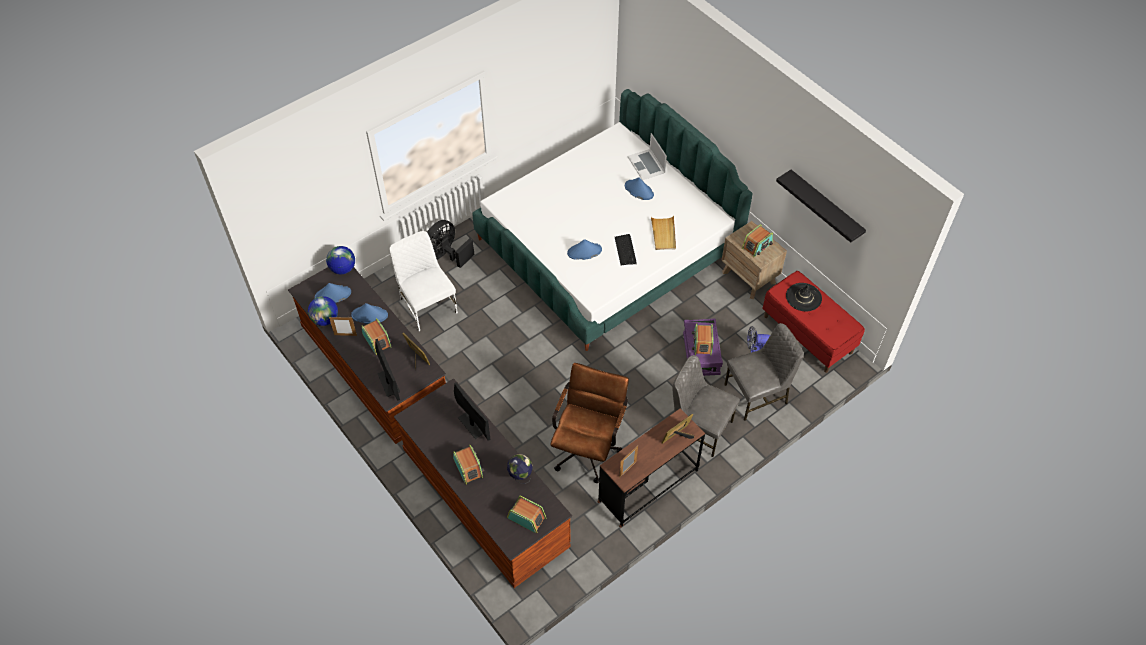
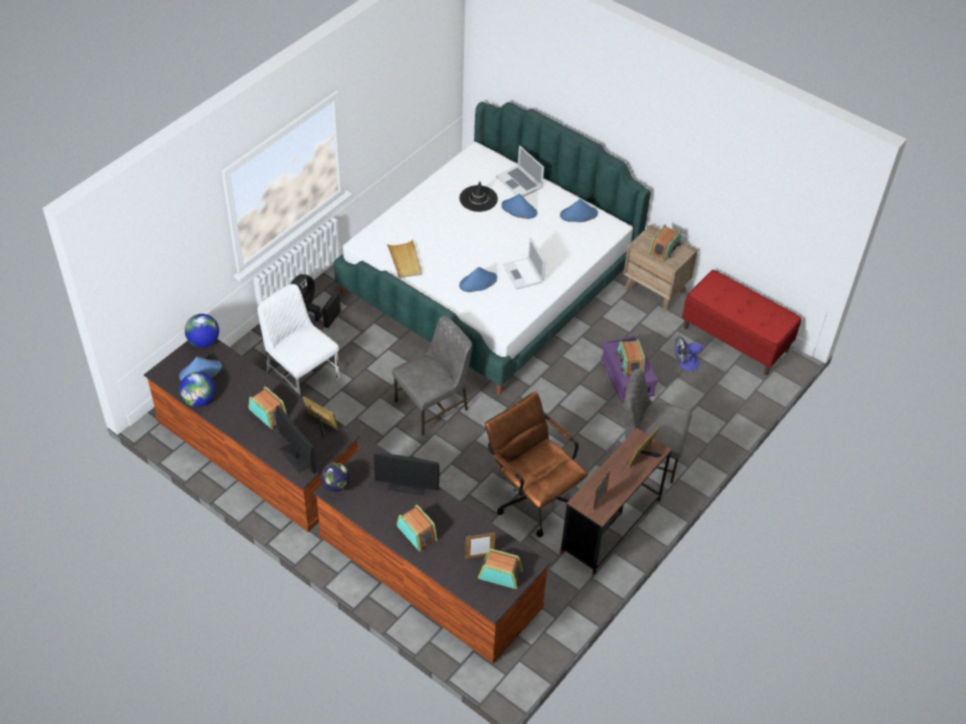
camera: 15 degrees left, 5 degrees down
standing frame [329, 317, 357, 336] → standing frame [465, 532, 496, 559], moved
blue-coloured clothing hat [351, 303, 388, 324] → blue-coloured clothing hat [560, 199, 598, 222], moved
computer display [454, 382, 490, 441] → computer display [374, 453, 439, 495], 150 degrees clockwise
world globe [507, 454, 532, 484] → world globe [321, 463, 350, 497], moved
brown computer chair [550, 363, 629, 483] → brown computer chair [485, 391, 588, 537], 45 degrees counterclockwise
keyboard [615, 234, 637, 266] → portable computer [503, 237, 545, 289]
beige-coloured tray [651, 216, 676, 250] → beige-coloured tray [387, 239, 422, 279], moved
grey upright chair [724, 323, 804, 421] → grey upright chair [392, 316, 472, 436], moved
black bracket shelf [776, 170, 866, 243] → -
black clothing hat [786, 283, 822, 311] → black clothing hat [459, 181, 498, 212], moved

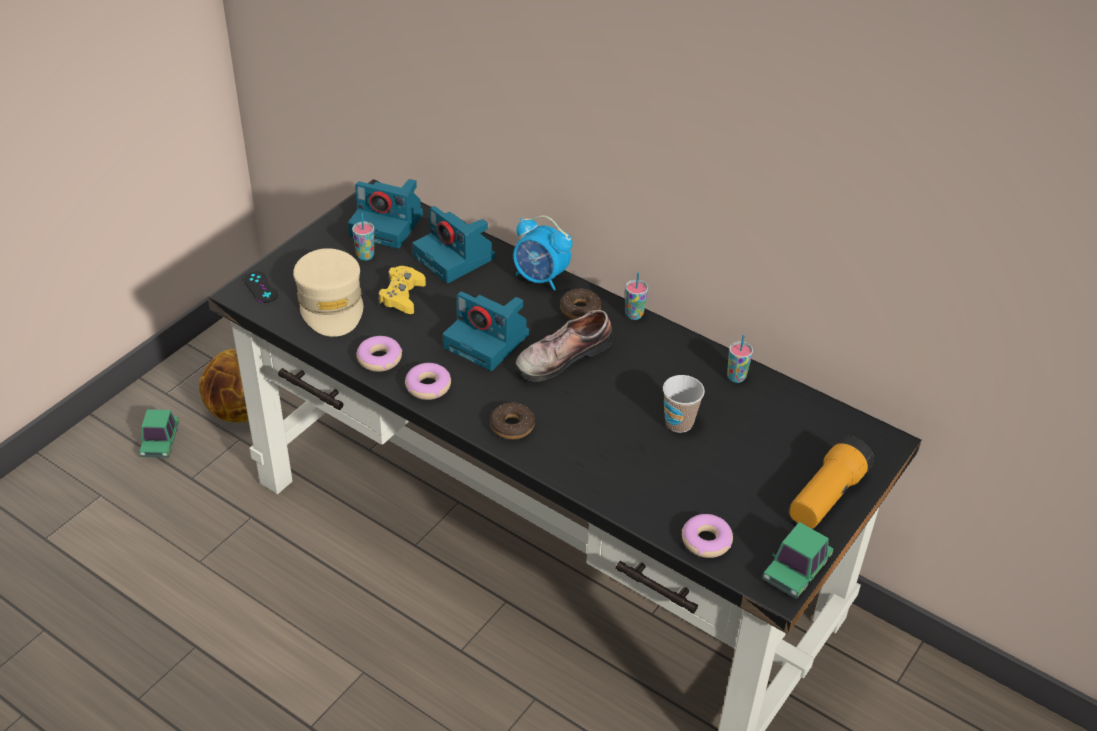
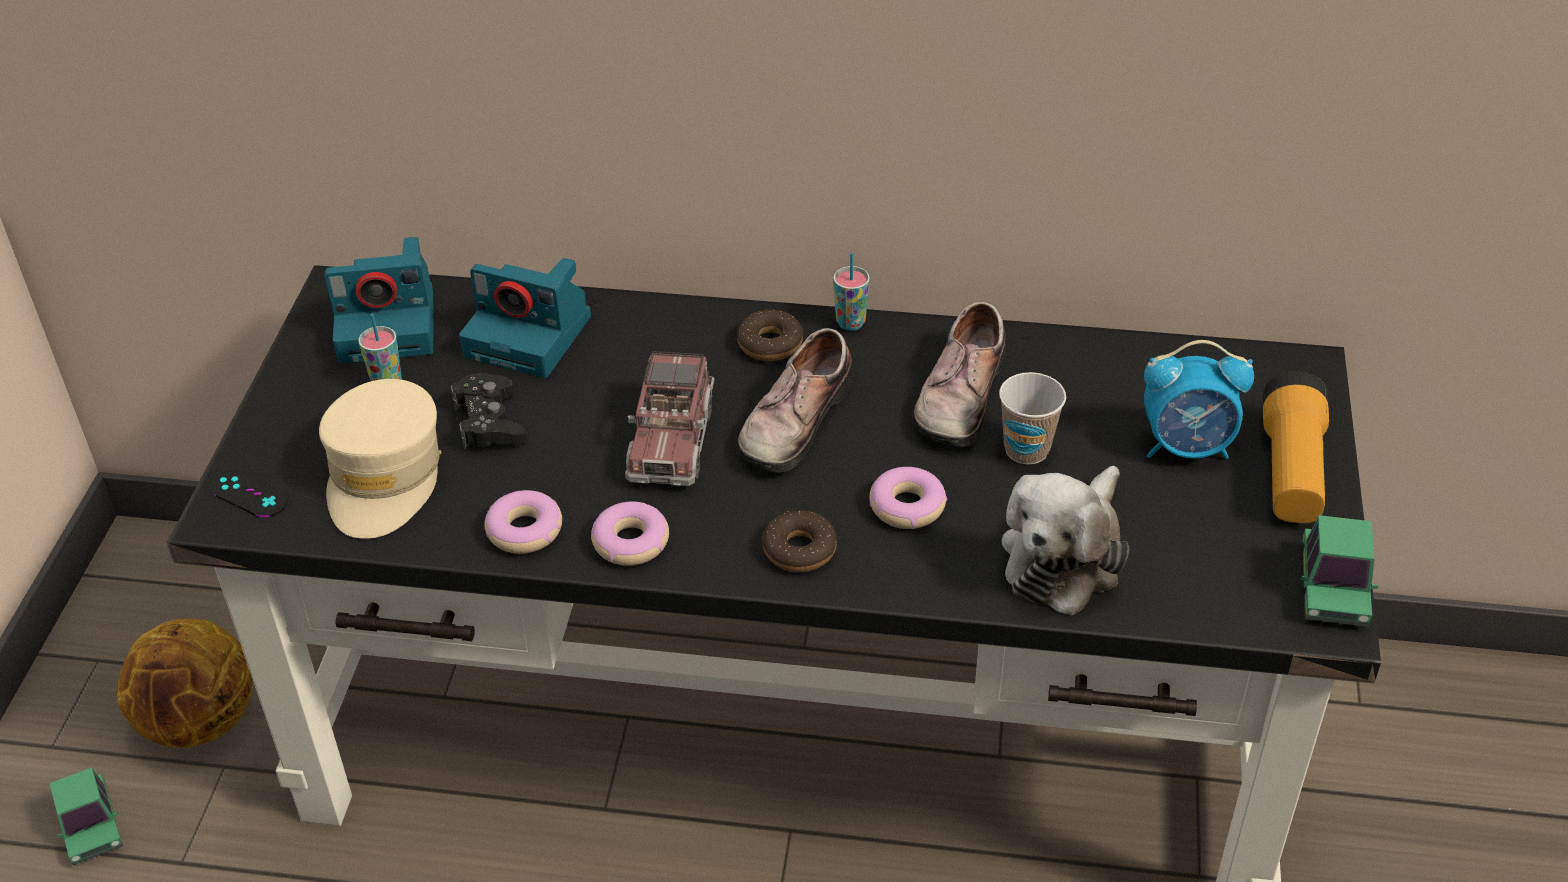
camera: 25 degrees left, 0 degrees up
beige-coloured cap [293, 248, 363, 337] → beige-coloured cap [319, 379, 442, 539], 45 degrees clockwise
yellow-coloured game controller [378, 266, 426, 314] → black game controller [451, 373, 527, 450]
photo camera [443, 292, 529, 371] → toy truck [625, 351, 715, 486]
alarm clock [513, 215, 572, 290] → alarm clock [1144, 340, 1254, 459], moved
ring doughnut [682, 514, 733, 558] → ring doughnut [869, 467, 947, 529], moved
small cup [727, 334, 753, 383] → -
- → item of footwear [913, 302, 1006, 447]
- → cuddly toy [1002, 466, 1130, 616]

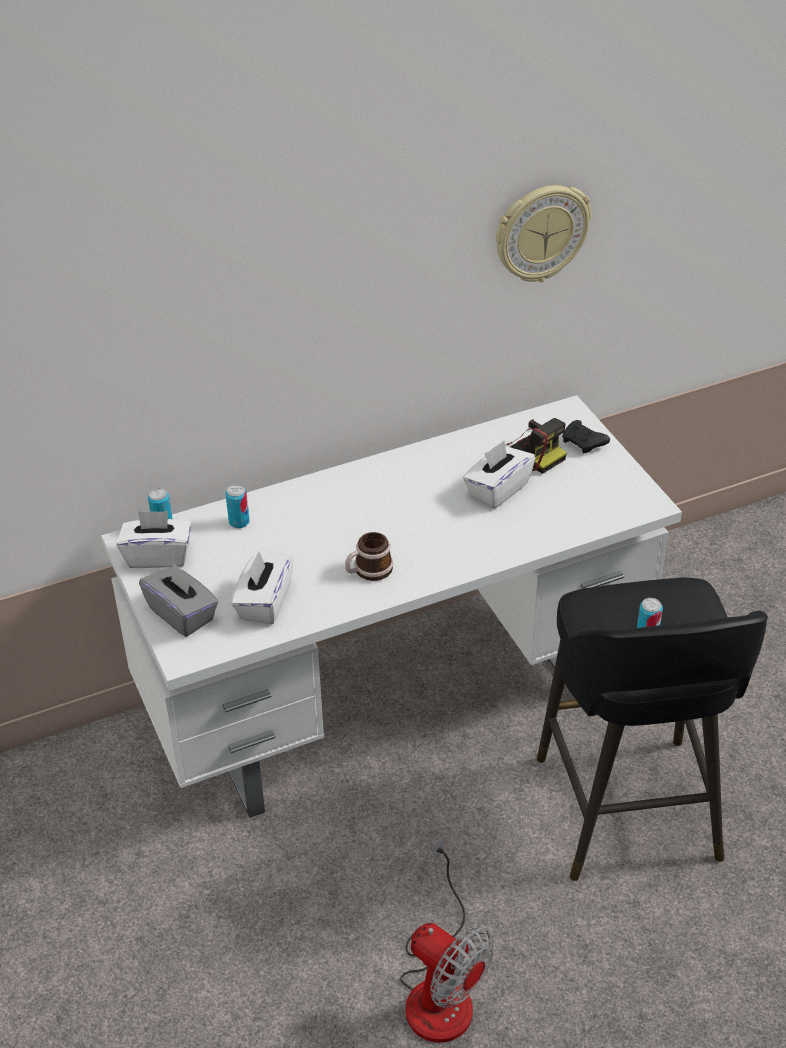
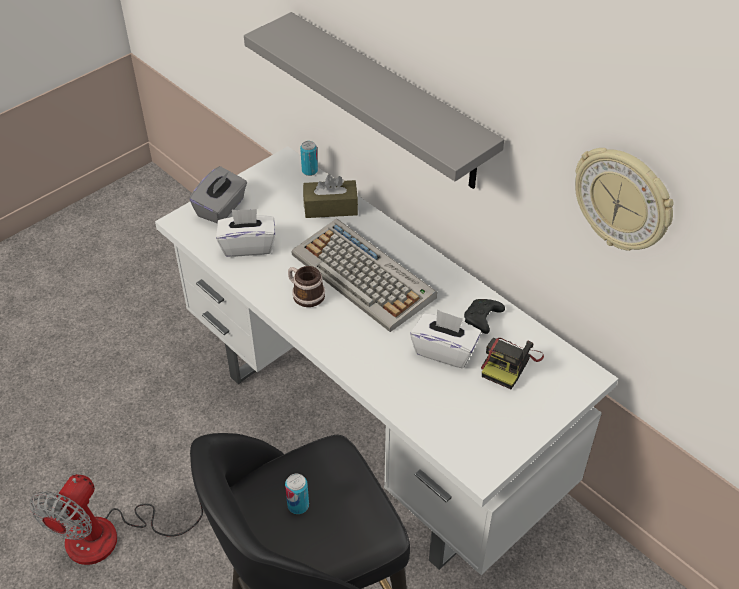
camera: 70 degrees right, 5 degrees up
whitish box of tissues [117, 511, 191, 568] → -
sealed can [225, 484, 250, 528] → brown box of tissues [303, 174, 358, 218]
black game controller [562, 420, 610, 453] → black game controller [464, 299, 505, 334], moved
- → grey bracket shelf [244, 12, 504, 189]
- → keyboard [291, 219, 437, 332]

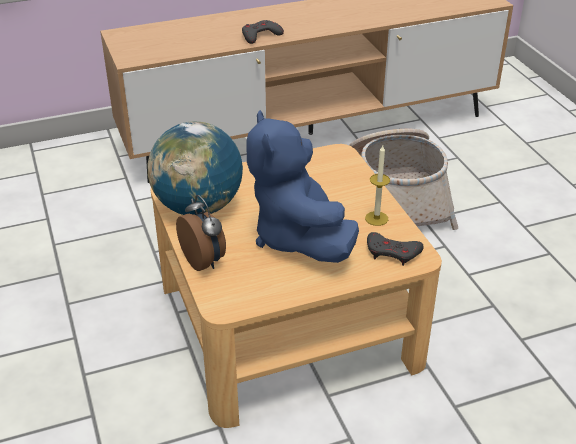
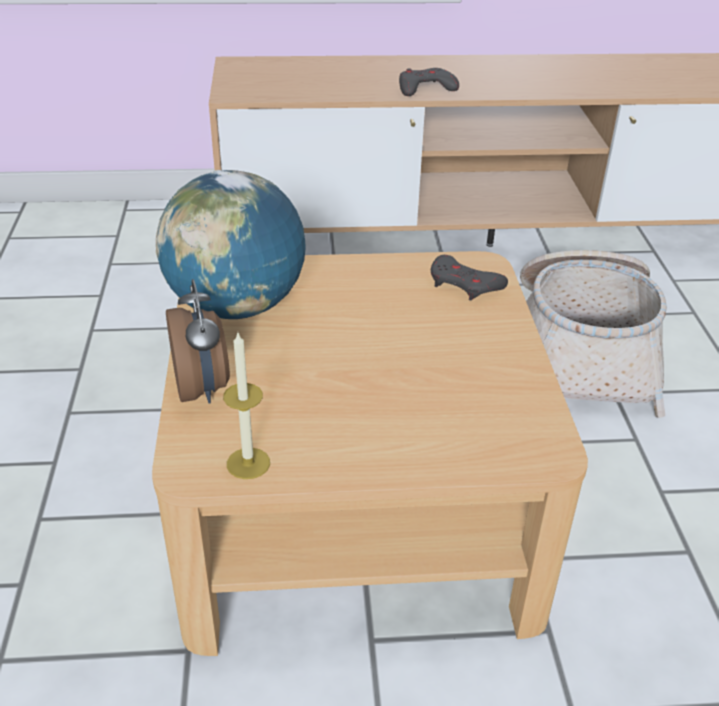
camera: 15 degrees right, 0 degrees up
blue-coloured cuddly toy [246, 110, 359, 263] → -
wax candle [365, 145, 390, 226] → wax candle [223, 333, 270, 479], moved
grey game controller [367, 232, 424, 266] → grey game controller [431, 255, 508, 301], moved

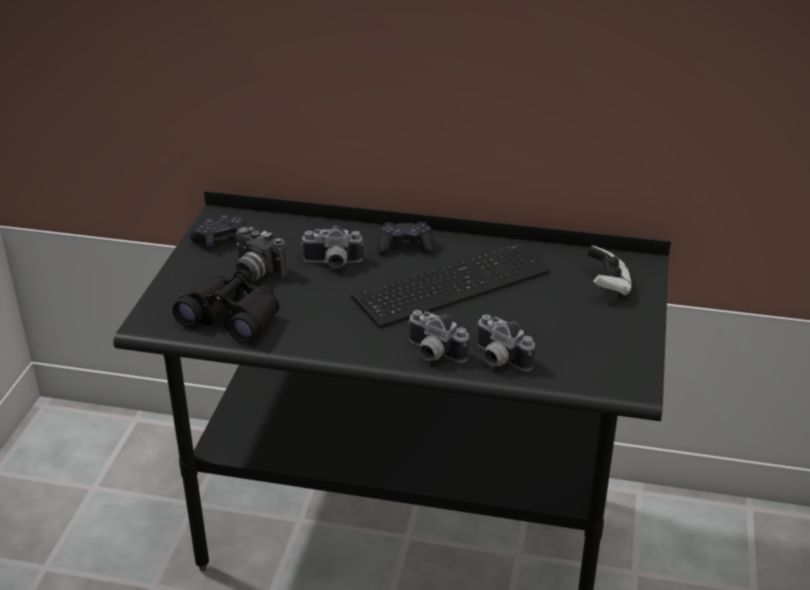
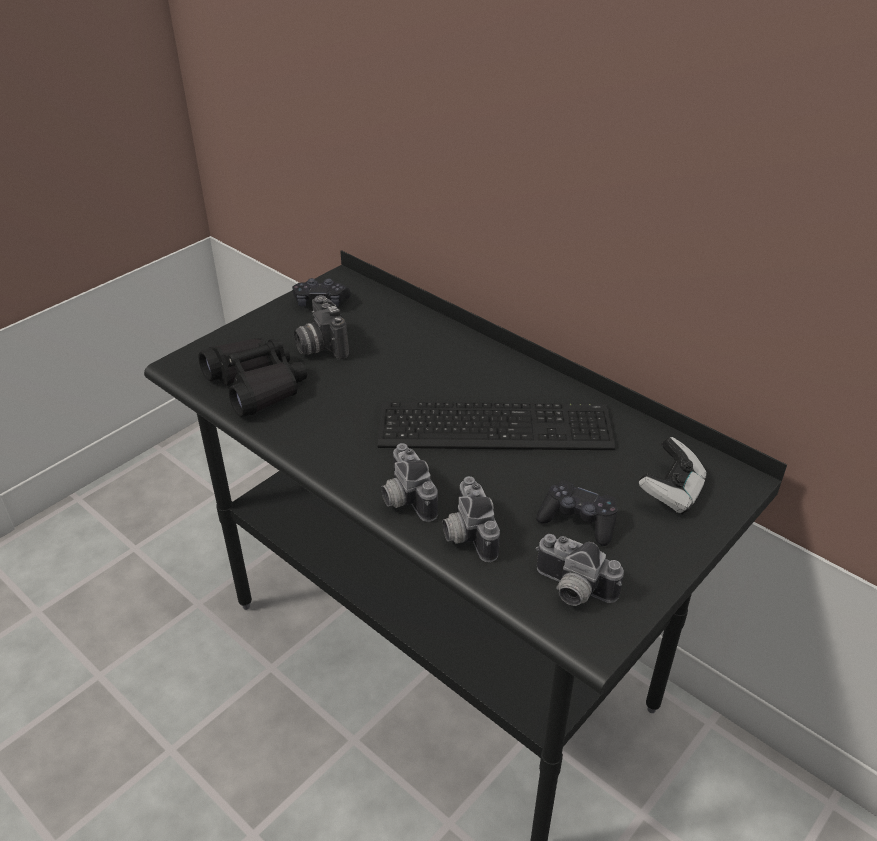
camera: 30 degrees right, 5 degrees up
photo camera [301, 225, 364, 268] → photo camera [536, 534, 624, 606], moved
black game controller [378, 222, 434, 255] → black game controller [536, 480, 618, 546], moved

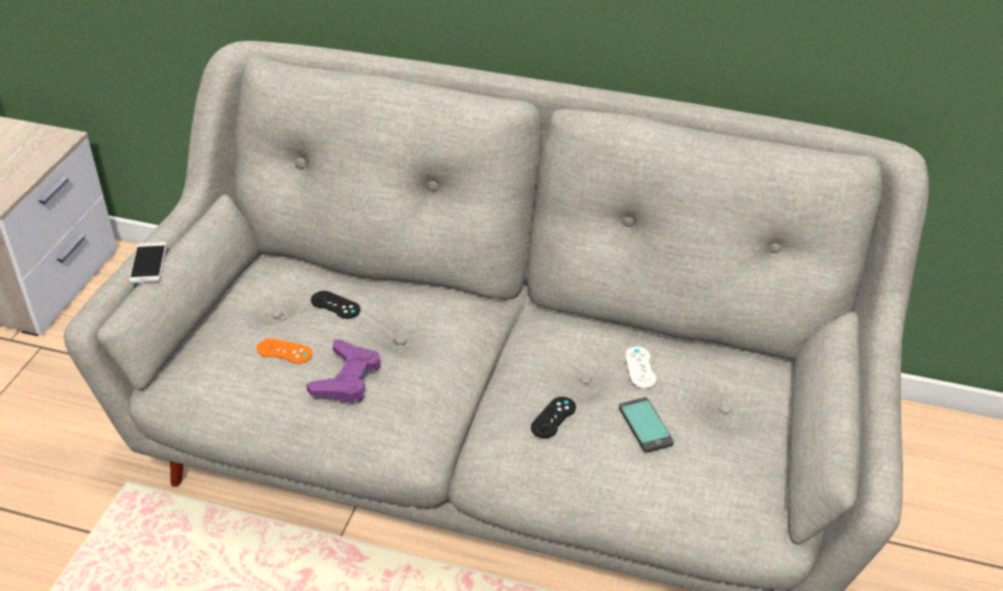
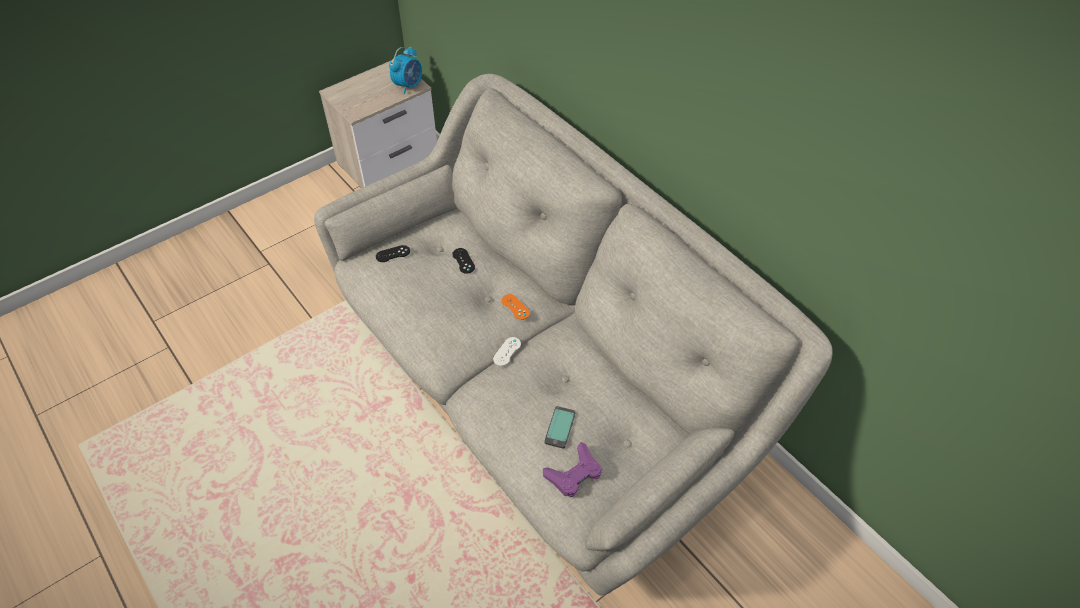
camera: 35 degrees right, 10 degrees up
phone [129, 242, 167, 283] → -
orange game controller [257, 338, 312, 364] → orange game controller [501, 294, 530, 320], moved
purple game controller [306, 339, 381, 403] → purple game controller [543, 442, 602, 497], moved
black game controller [531, 397, 576, 438] → black game controller [376, 245, 410, 262], moved
whitish game controller [625, 346, 657, 389] → whitish game controller [493, 337, 521, 366], moved
- → alarm clock [389, 47, 422, 94]

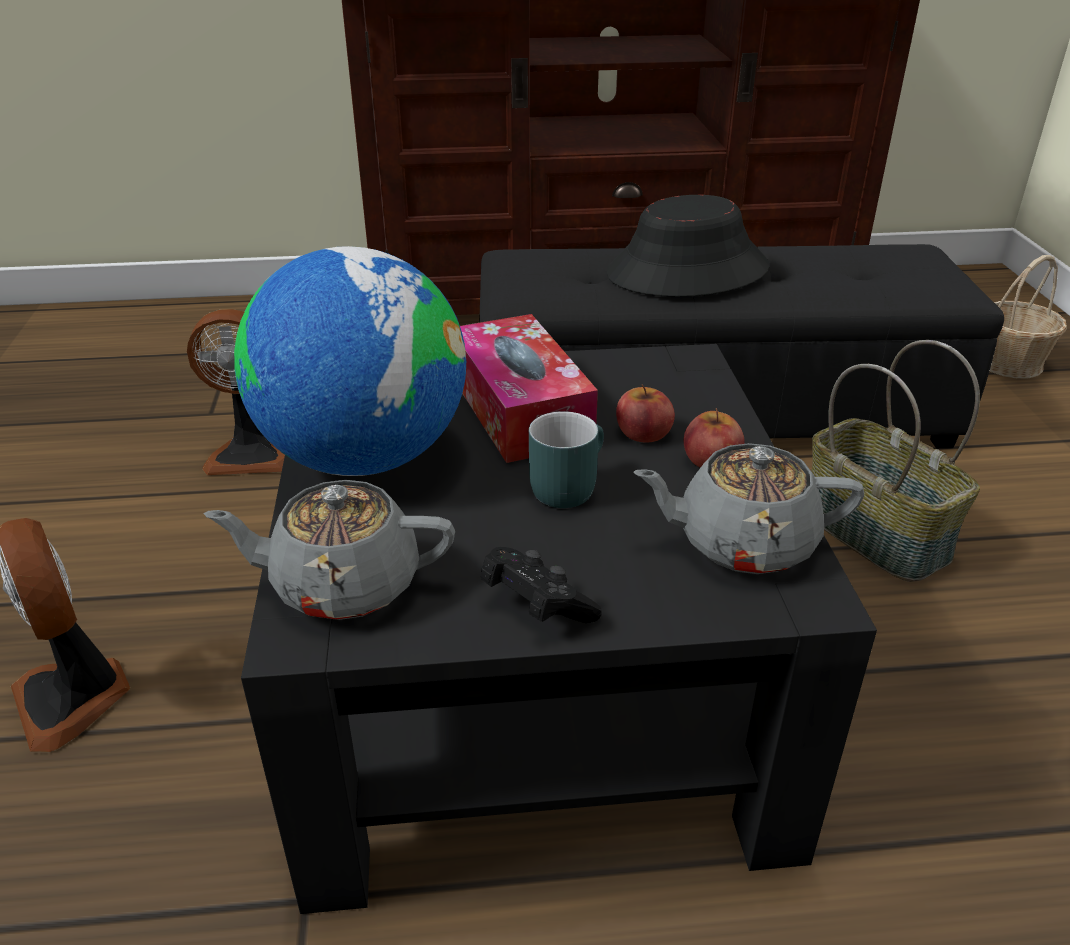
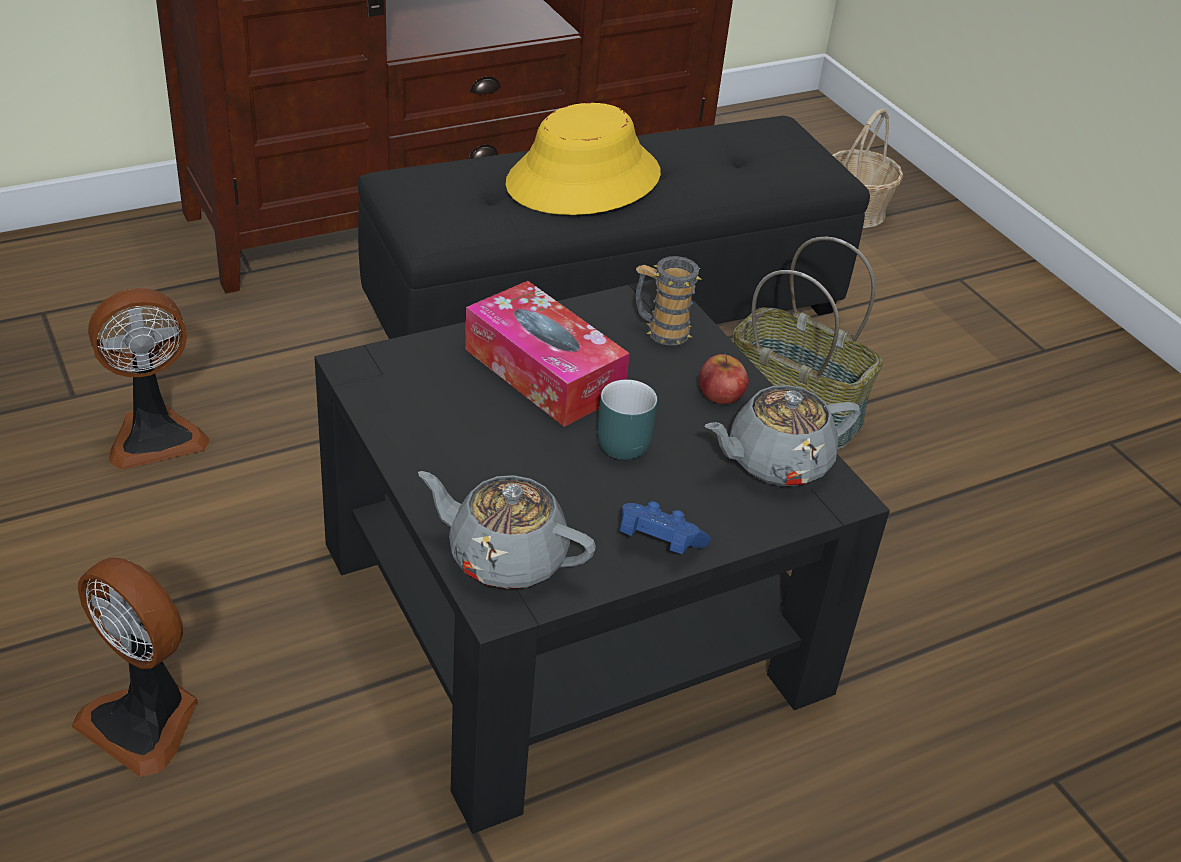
camera: 25 degrees left, 5 degrees up
grey teapot [203, 480, 455, 620] → grey teapot [418, 471, 596, 589], 45 degrees clockwise
world globe [234, 246, 466, 476] → -
black game controller [480, 547, 602, 623] → blue-coloured game controller [620, 501, 711, 554]
black clothing hat [607, 195, 769, 297] → yellow-coloured clothing hat [505, 103, 661, 215]
apple [616, 385, 675, 442] → -
- → coffee mug [636, 256, 702, 346]

